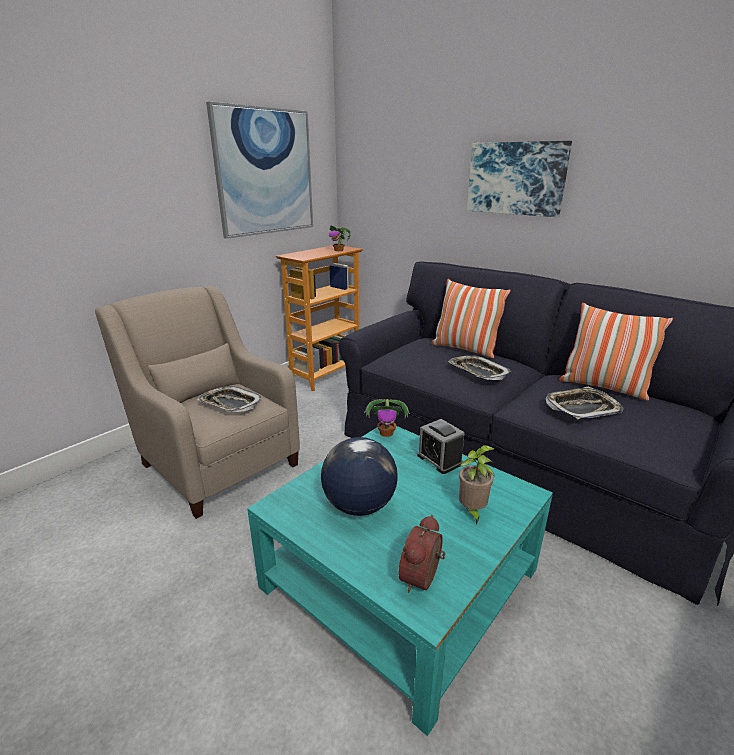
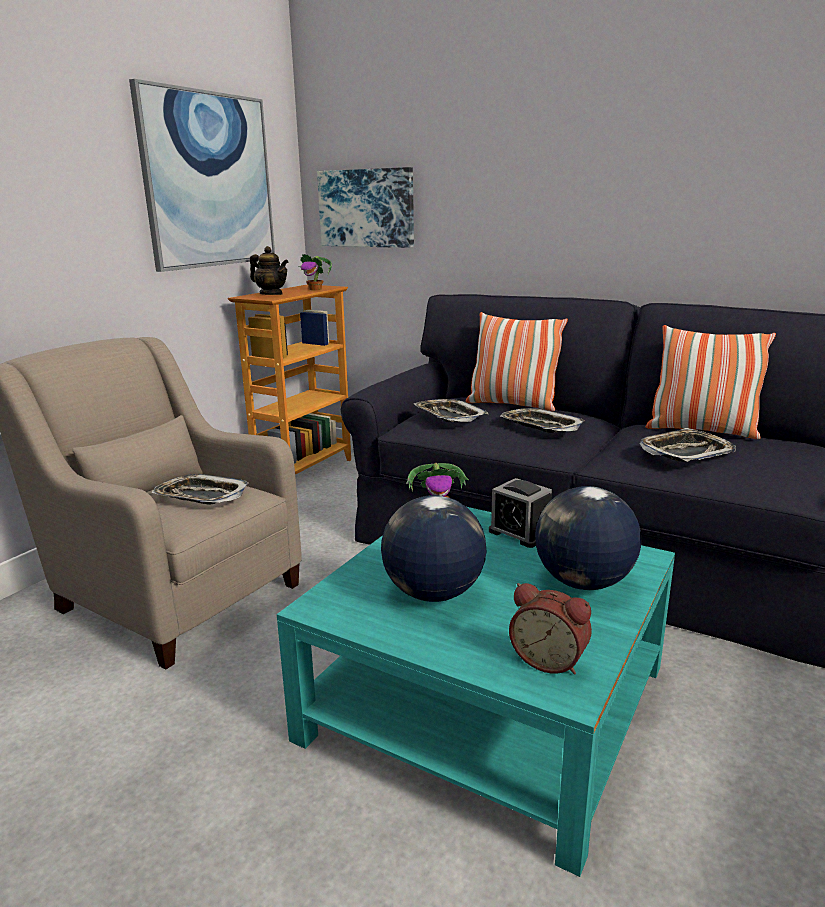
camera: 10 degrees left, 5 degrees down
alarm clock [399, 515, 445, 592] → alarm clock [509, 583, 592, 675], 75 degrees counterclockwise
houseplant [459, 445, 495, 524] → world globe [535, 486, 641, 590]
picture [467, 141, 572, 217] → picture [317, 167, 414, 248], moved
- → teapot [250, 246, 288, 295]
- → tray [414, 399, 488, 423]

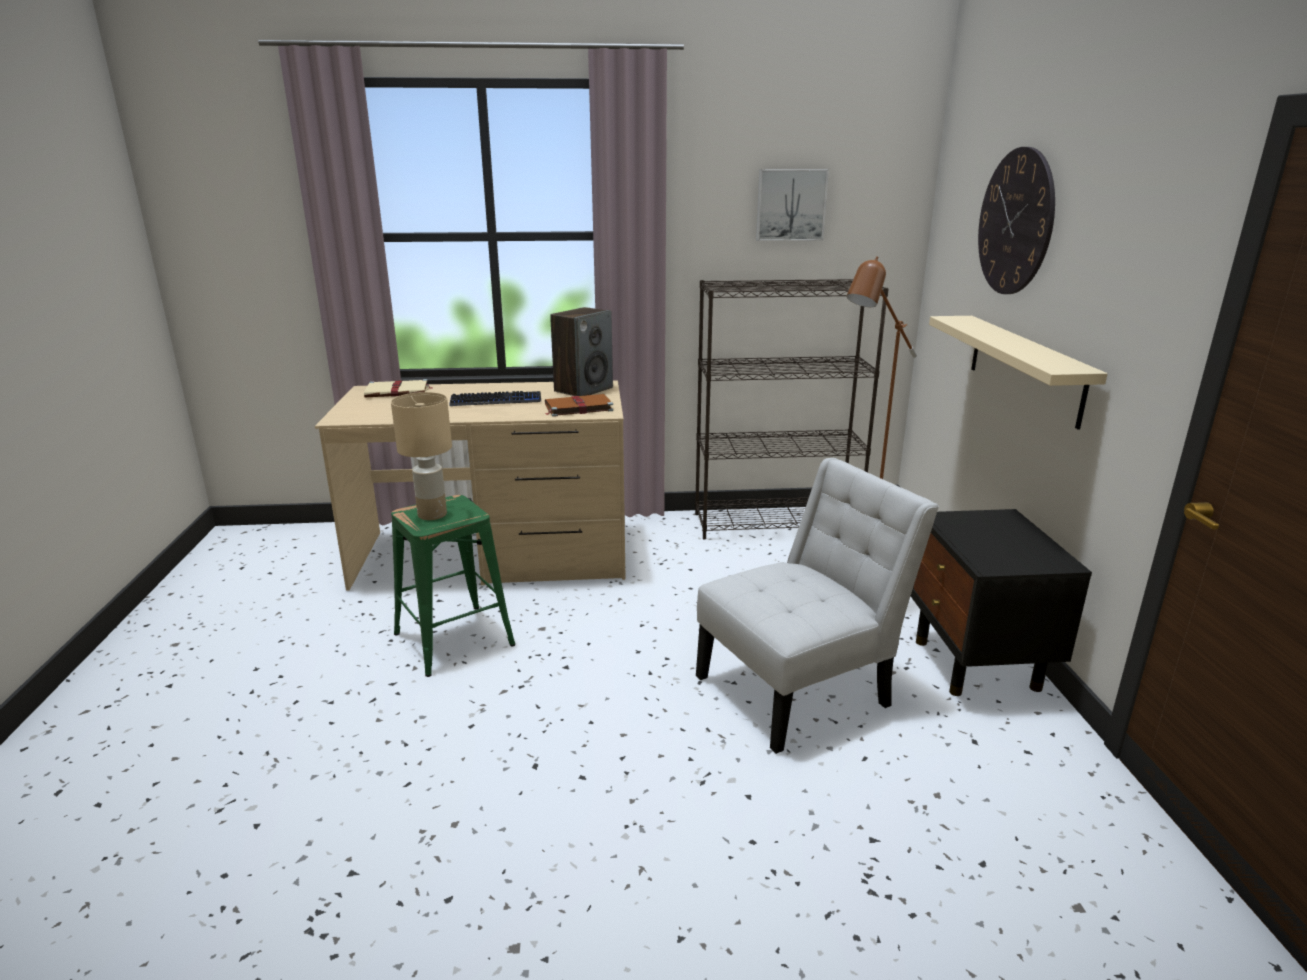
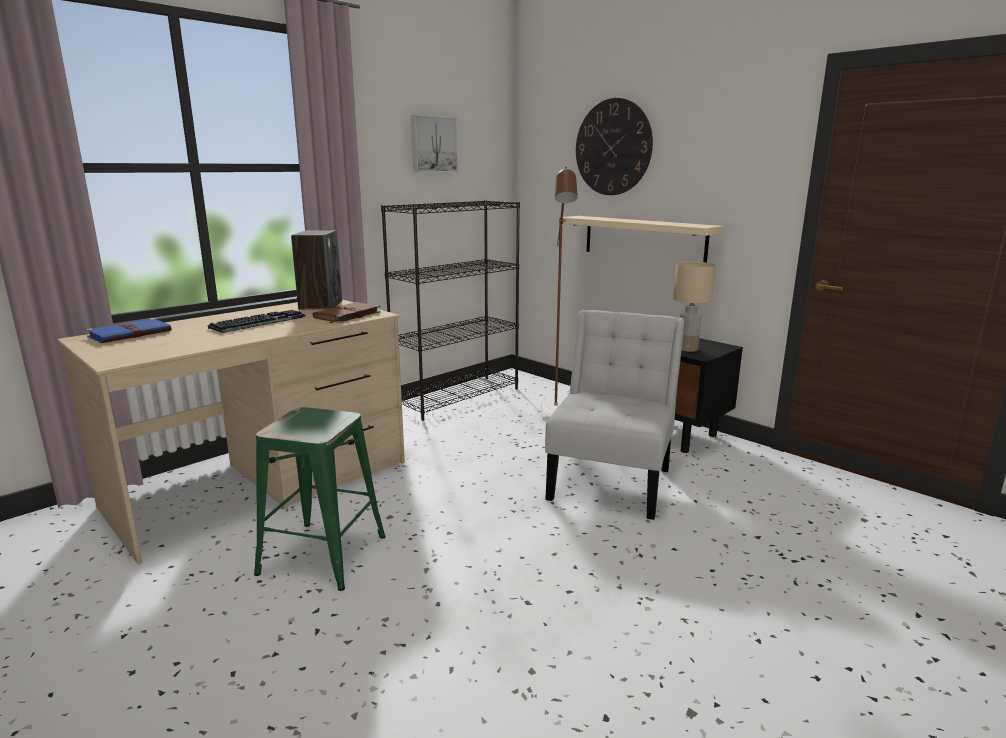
camera: 40 degrees left, 5 degrees down
beige-coloured book [364, 379, 433, 397] → blue-coloured book [86, 318, 172, 343]
beige-coloured table lamp [391, 392, 452, 520] → beige-coloured table lamp [673, 261, 716, 352], moved

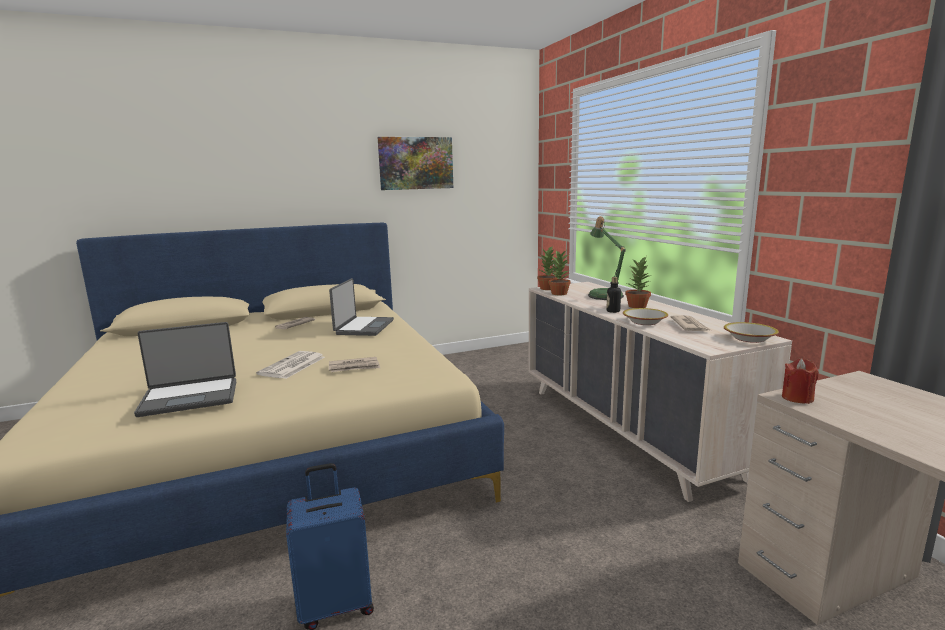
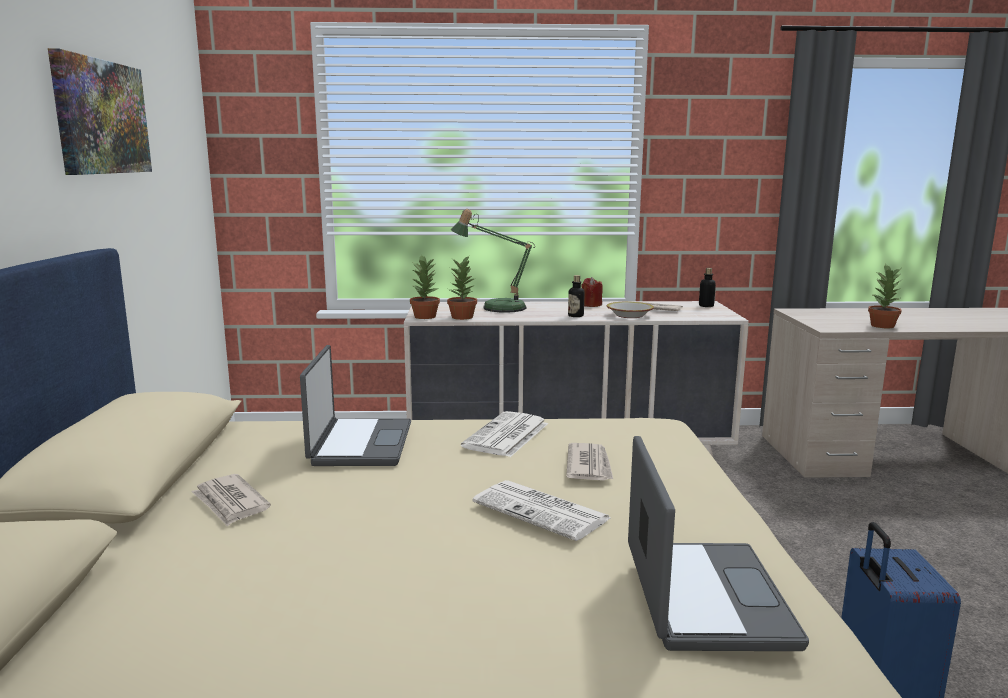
camera: 70 degrees left, 0 degrees up
portable computer [329, 278, 394, 336] → portable computer [300, 345, 411, 466], 60 degrees clockwise
houseplant [625, 257, 651, 308] → houseplant [868, 264, 903, 328], moved
deep dish [724, 322, 779, 343] → bottle [699, 268, 716, 307]
red-coloured wax candle [782, 359, 819, 404] → red-coloured wax candle [581, 277, 603, 307], moved
- → printed paper [461, 411, 548, 457]

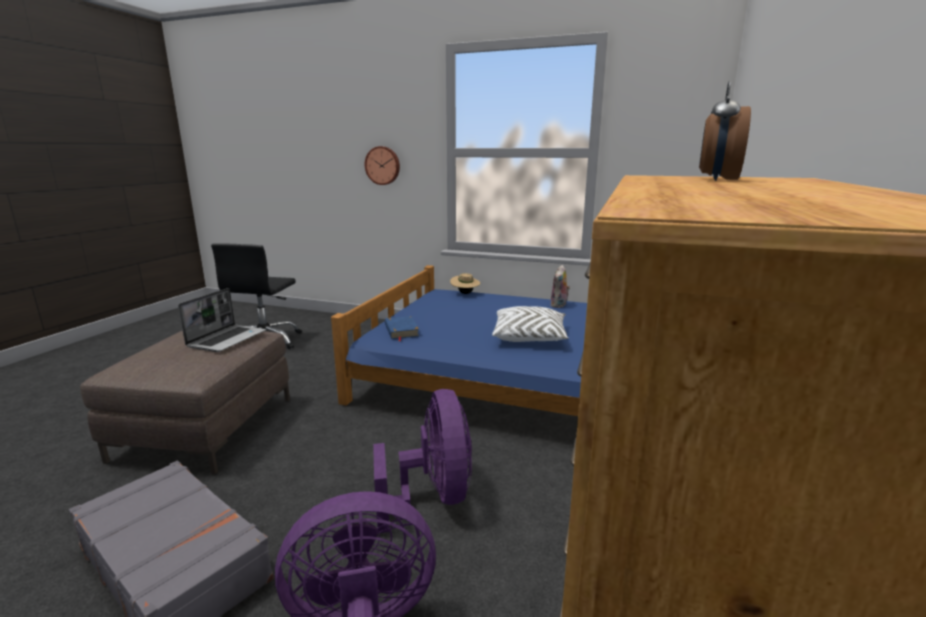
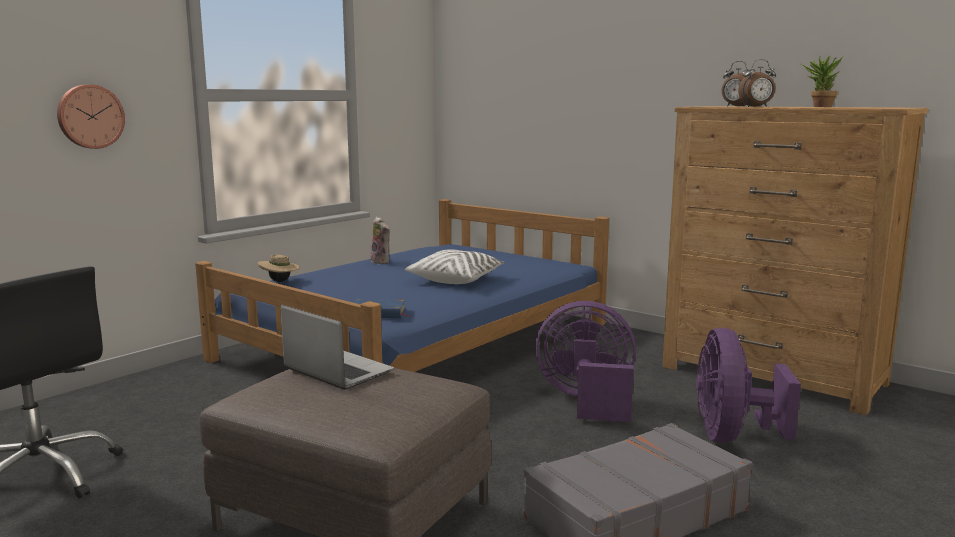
camera: 70 degrees left, 5 degrees down
- → alarm clock [738, 59, 776, 107]
- → houseplant [801, 56, 843, 107]

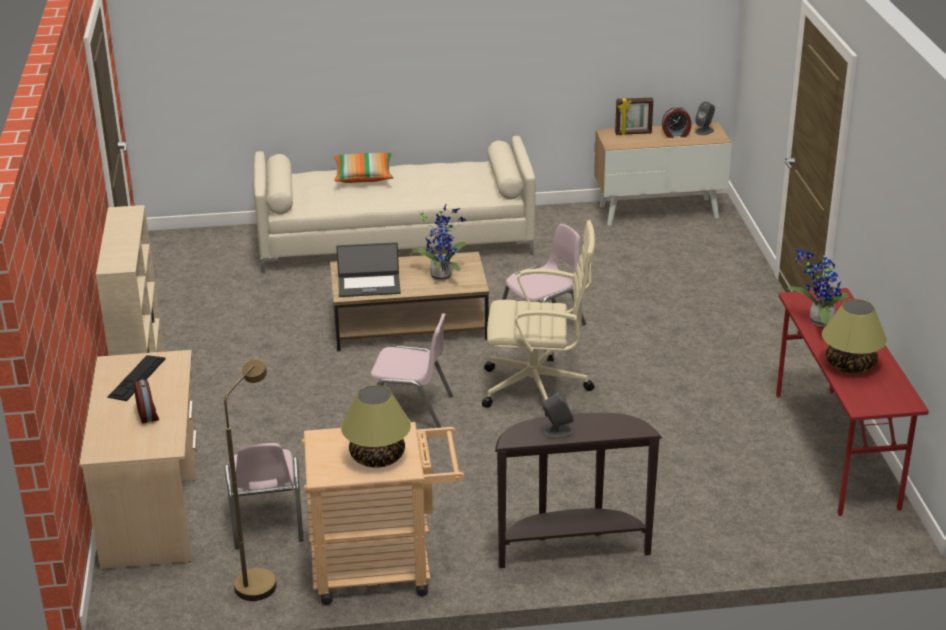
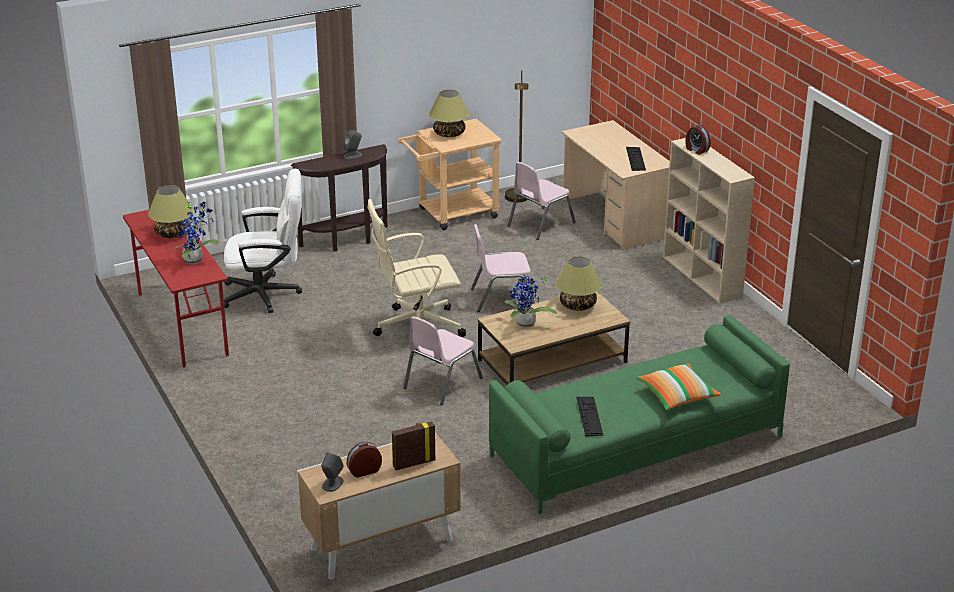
camera: 160 degrees right, 0 degrees up
alarm clock [134, 380, 159, 423] → alarm clock [686, 125, 711, 155], moved
pinkish upright chair [225, 443, 304, 549] → pinkish upright chair [508, 162, 576, 240], 105 degrees counterclockwise
beige-coloured sofa [254, 136, 536, 273] → greenish sofa [489, 315, 790, 514]
portable computer [336, 242, 401, 297] → table lamp [556, 256, 602, 311]
- → whitish computer chair [224, 168, 302, 313]
- → keyboard [577, 397, 604, 436]

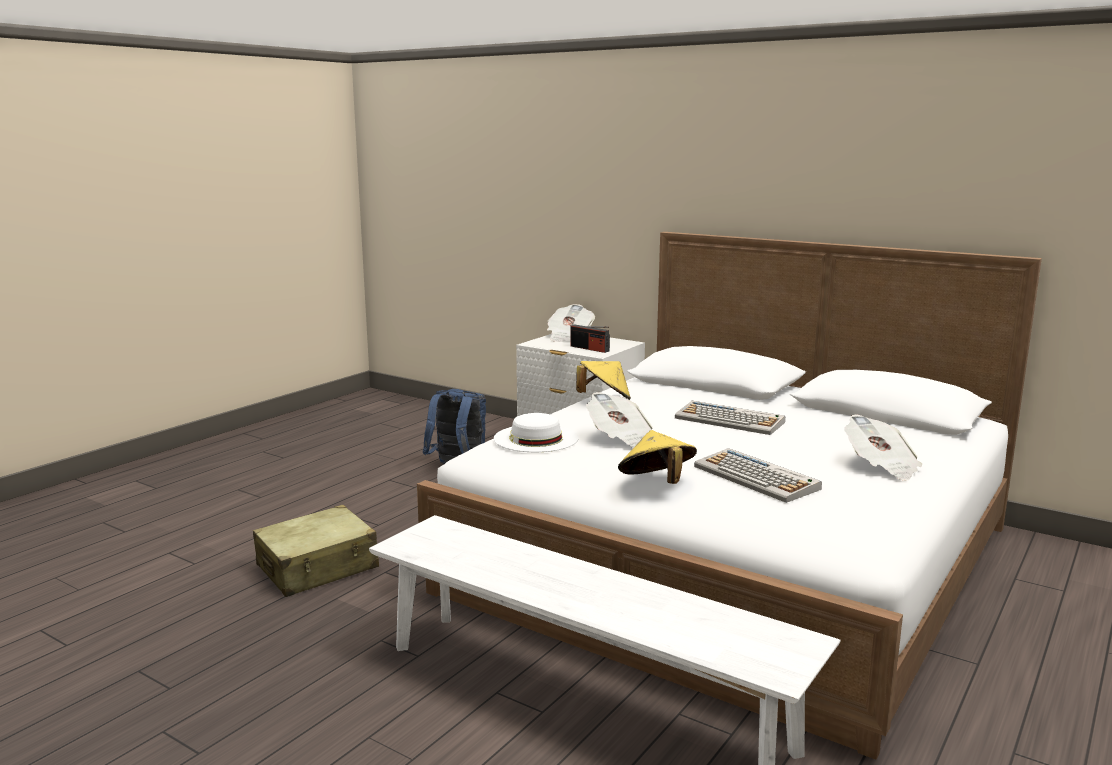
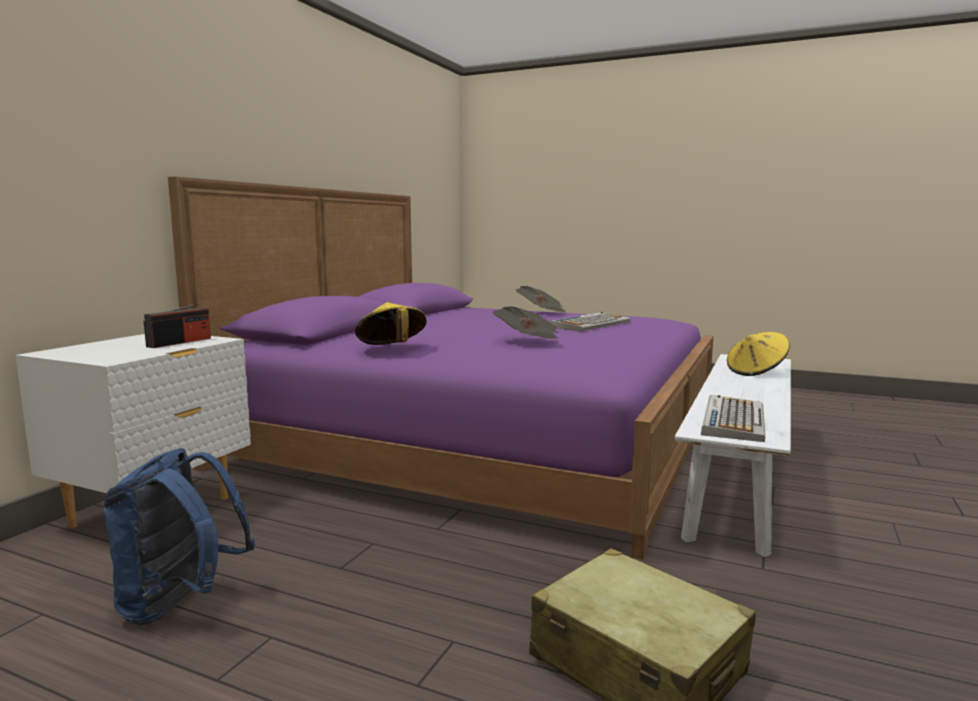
camera: 100 degrees left, 5 degrees down
whitish bed [417, 232, 1042, 760] → purple bed [168, 176, 713, 560]
whitish clothing hat [494, 413, 579, 452] → -
printed paper [547, 304, 595, 342] → -
yellow-coloured clothing hat [618, 430, 697, 484] → yellow-coloured clothing hat [727, 332, 790, 376], moved
keyboard [675, 401, 785, 435] → keyboard [701, 395, 765, 442], moved

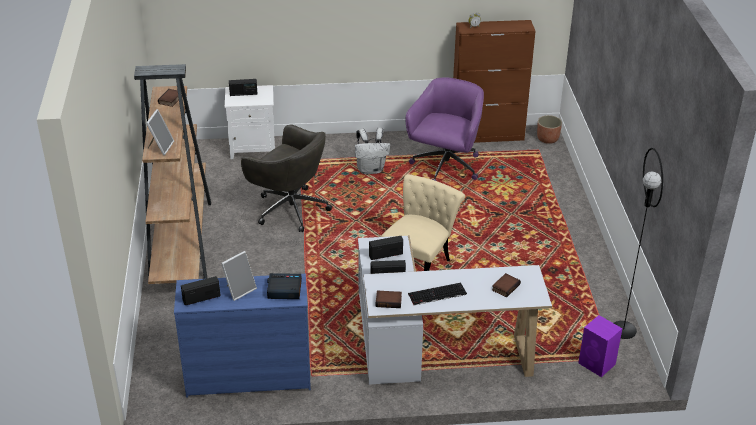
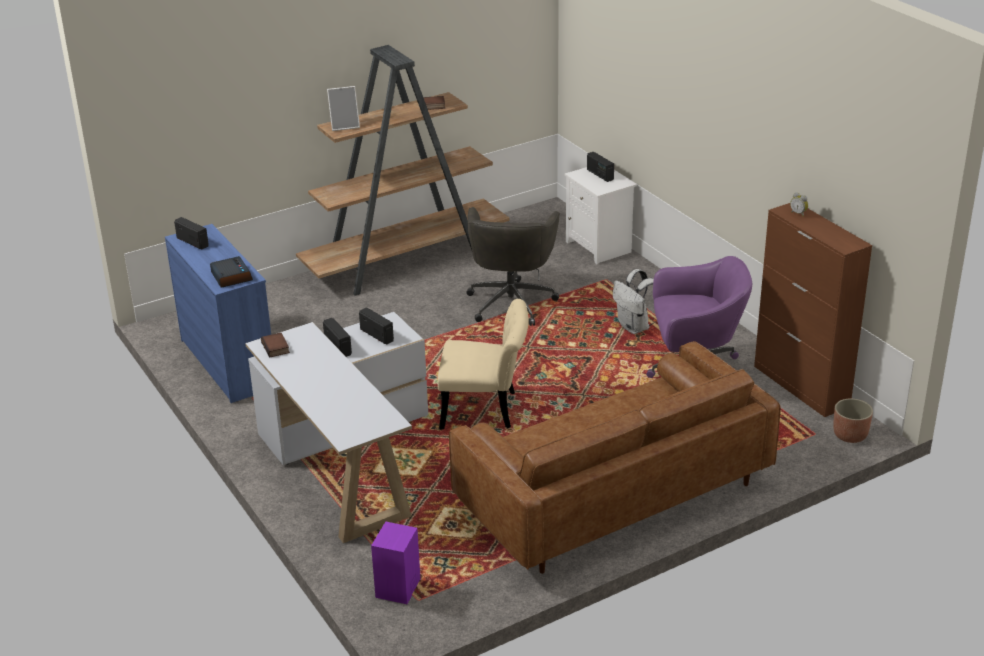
camera: 65 degrees right, 5 degrees down
standing frame [221, 251, 257, 301] → -
keyboard [408, 283, 467, 305] → -
book [492, 273, 521, 298] → -
black standard lamp [614, 148, 663, 339] → -
- → brown sofa [449, 341, 781, 574]

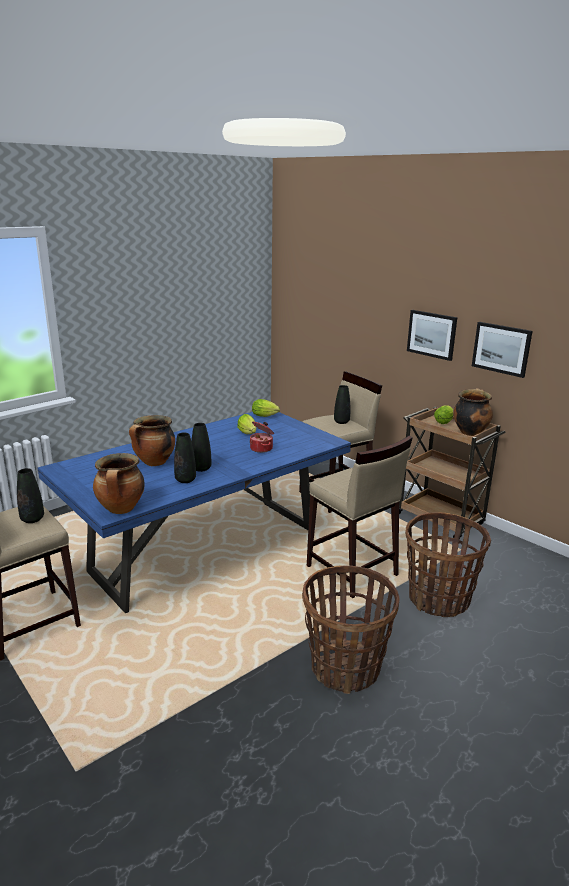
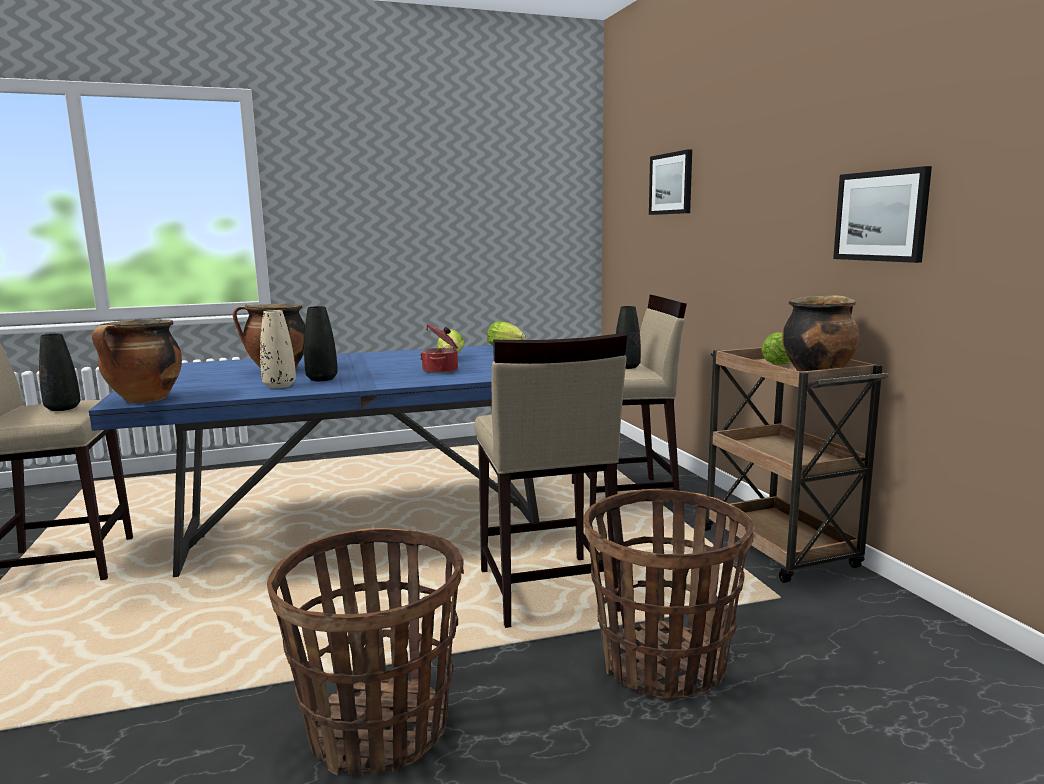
camera: 25 degrees right, 10 degrees down
black vase [174, 432, 196, 483] → beige-coloured vase [260, 310, 296, 388]
picture [407, 310, 457, 361] → picture [649, 149, 692, 215], moved

